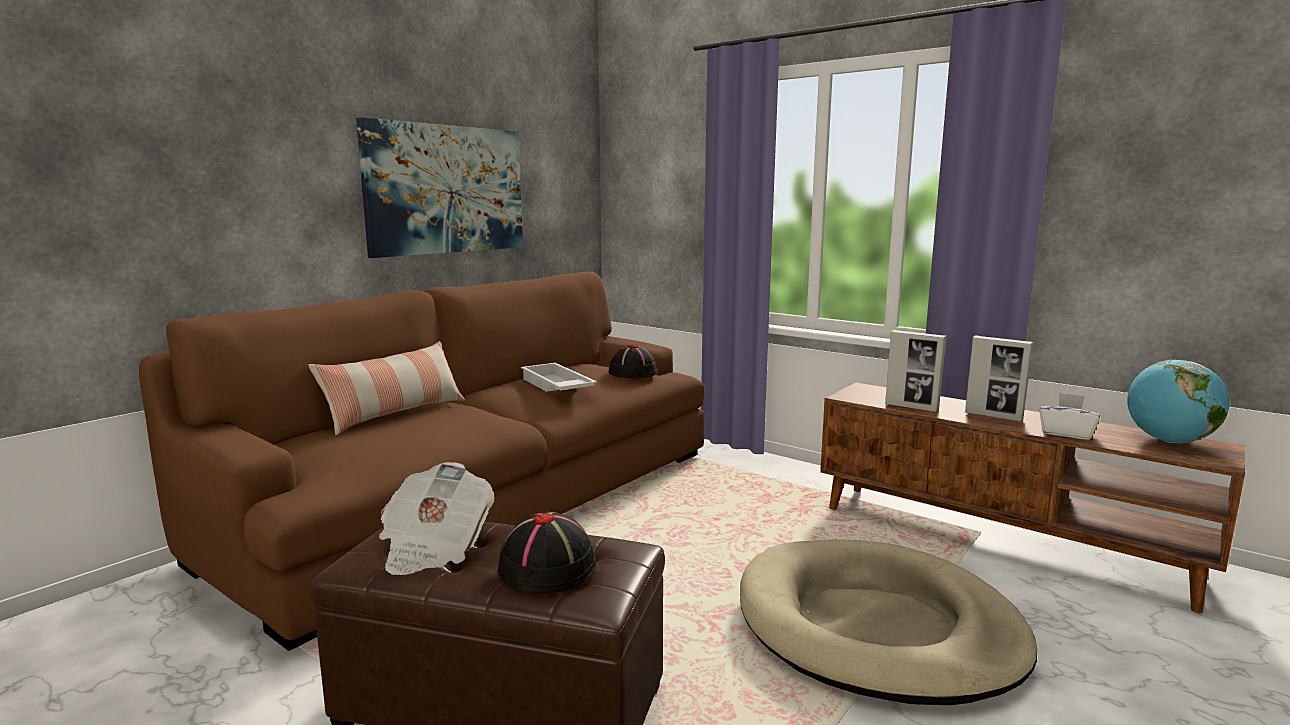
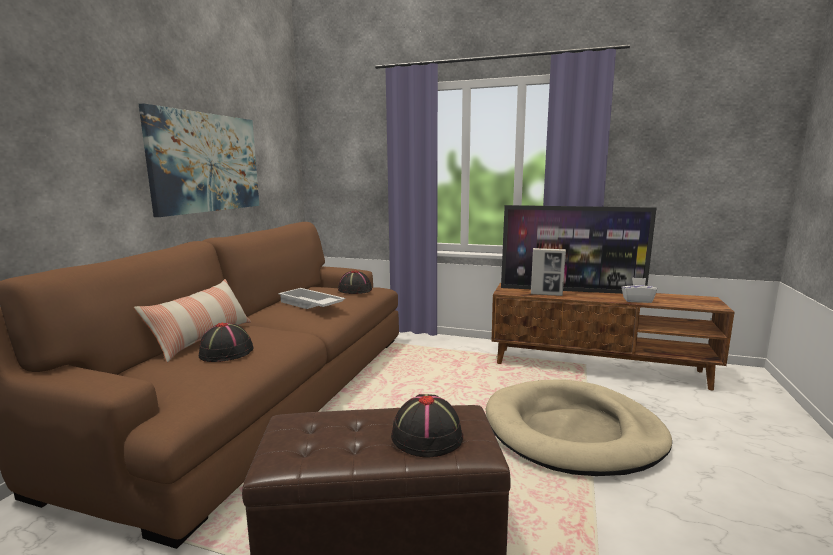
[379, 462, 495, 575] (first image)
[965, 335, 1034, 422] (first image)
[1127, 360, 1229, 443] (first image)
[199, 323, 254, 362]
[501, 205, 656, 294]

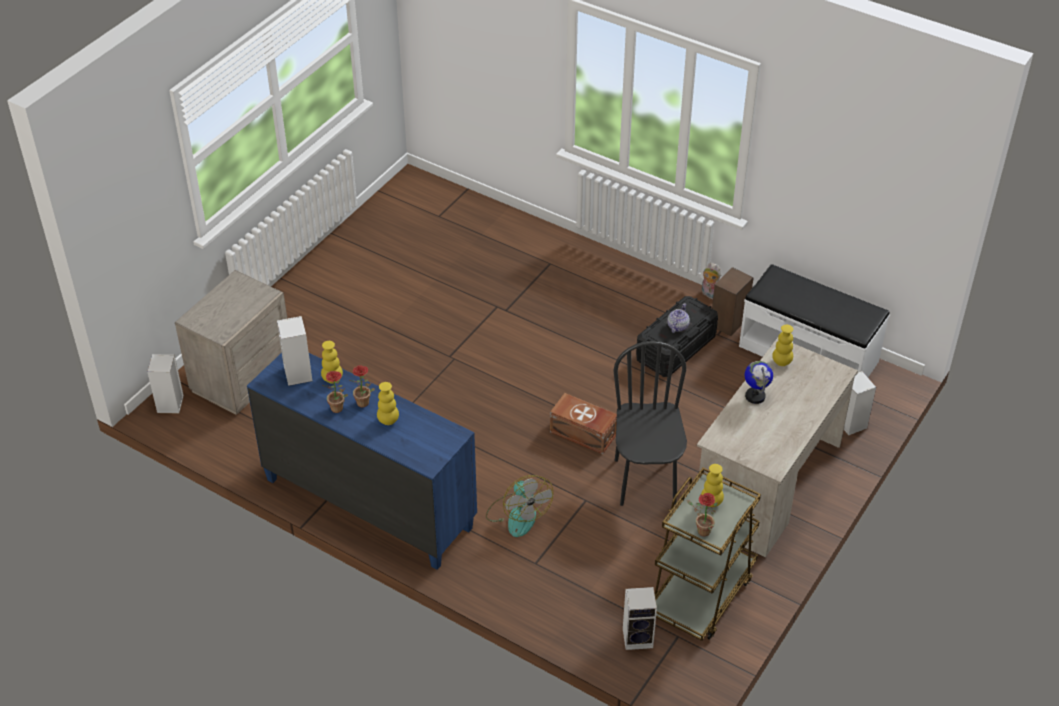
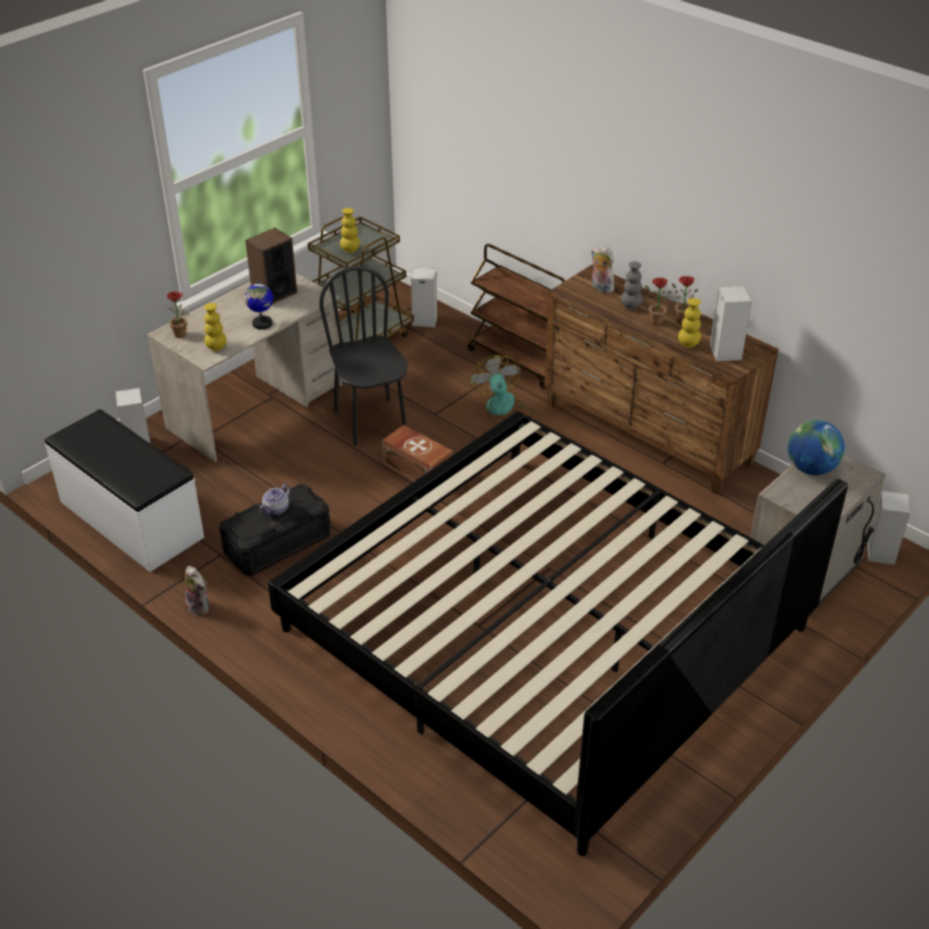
[268, 411, 848, 856]
[468, 244, 565, 389]
[591, 245, 614, 293]
[788, 420, 845, 475]
[166, 292, 190, 338]
[245, 228, 297, 304]
[544, 265, 779, 495]
[621, 261, 643, 310]
[319, 266, 408, 446]

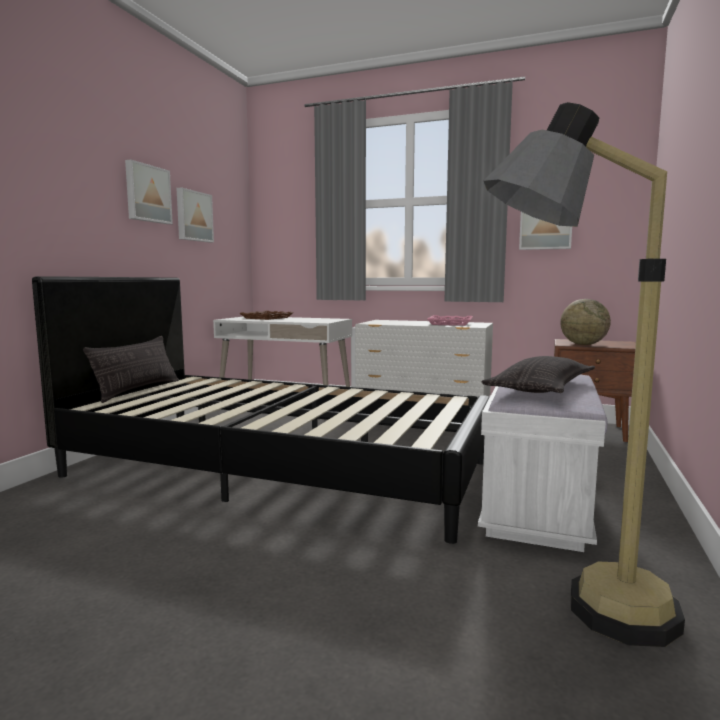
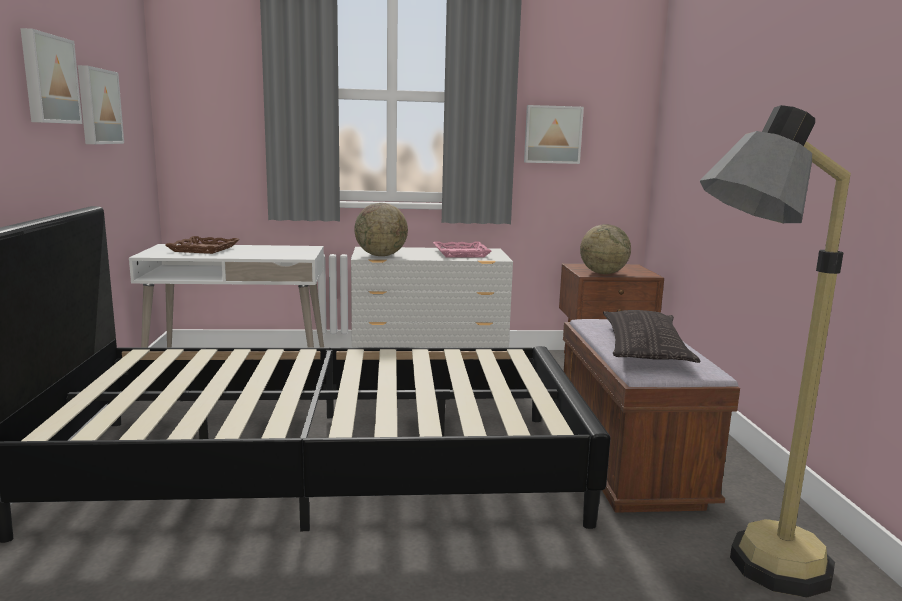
[83, 336, 179, 403] (first image)
[354, 203, 408, 256]
[563, 319, 740, 513]

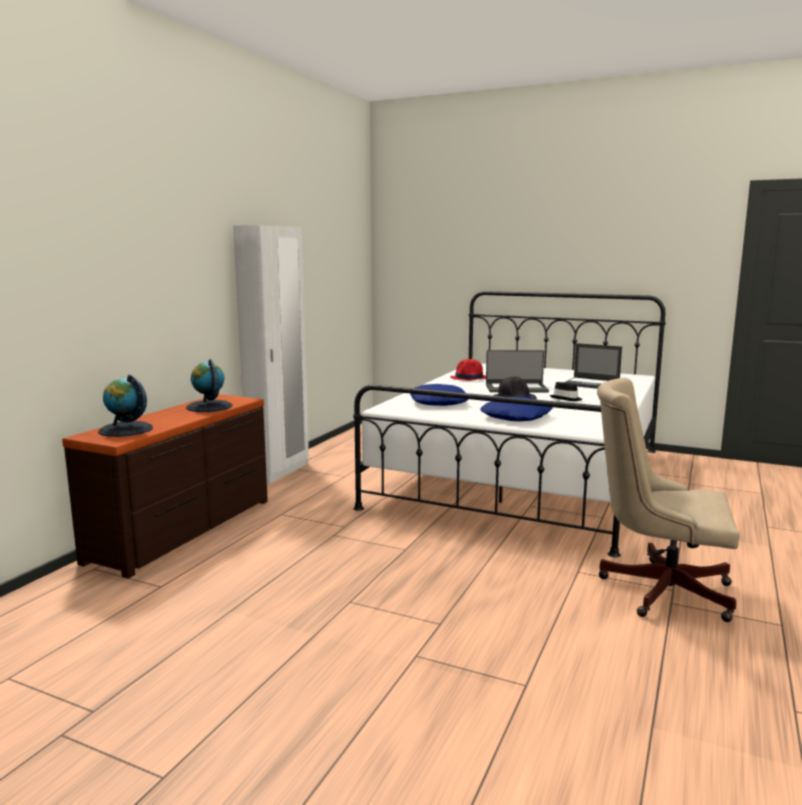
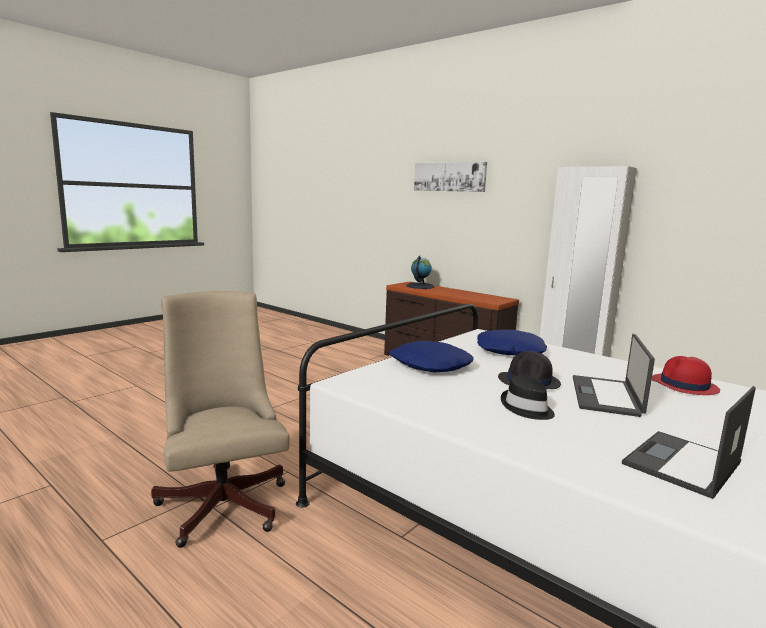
[186, 359, 232, 412] (first image)
[414, 162, 487, 192]
[151, 291, 290, 548]

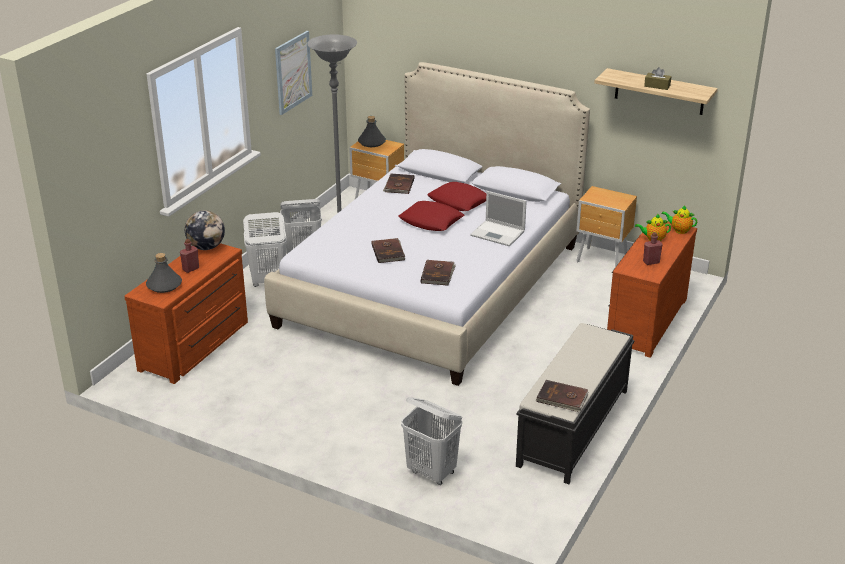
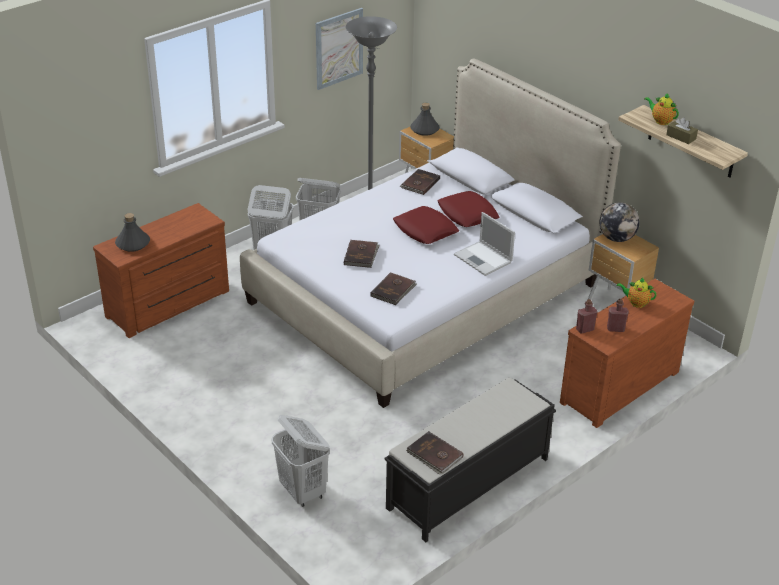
[576, 299, 597, 334]
[600, 202, 640, 242]
[645, 93, 679, 125]

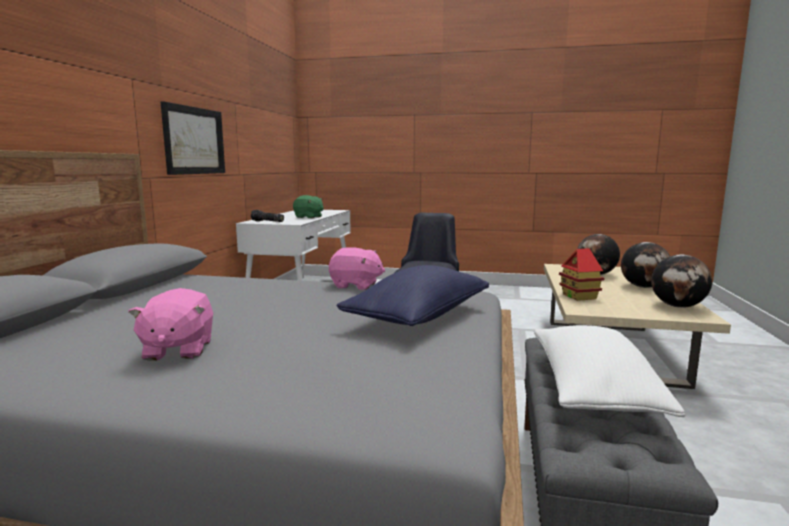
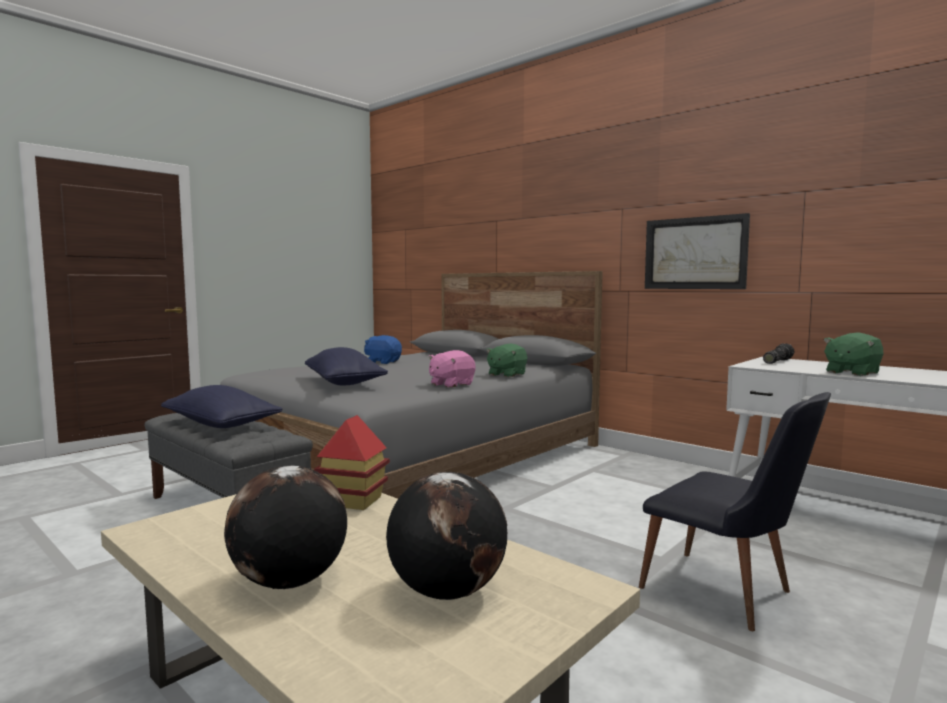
[651, 254, 712, 308] (first image)
[486, 344, 527, 377]
[364, 335, 402, 364]
[161, 385, 283, 428]

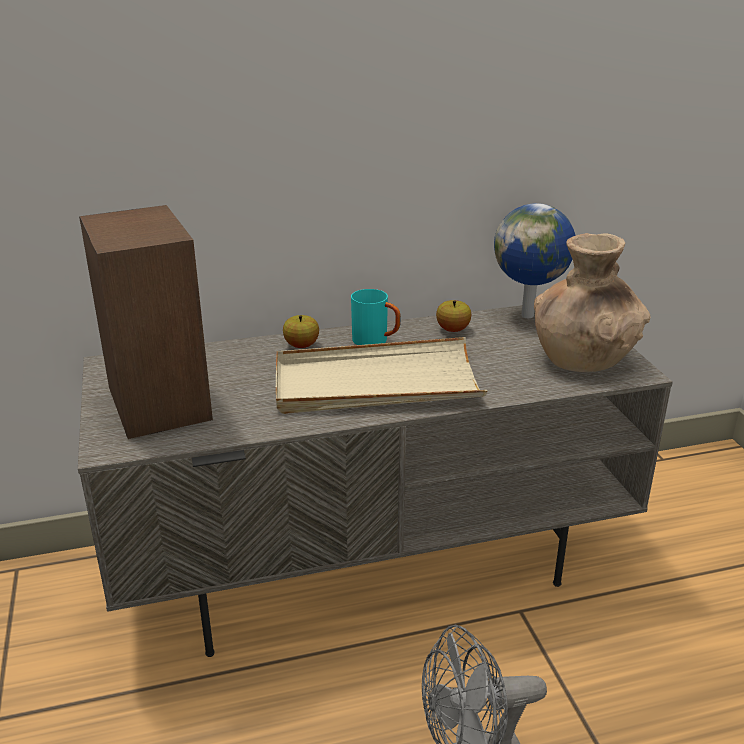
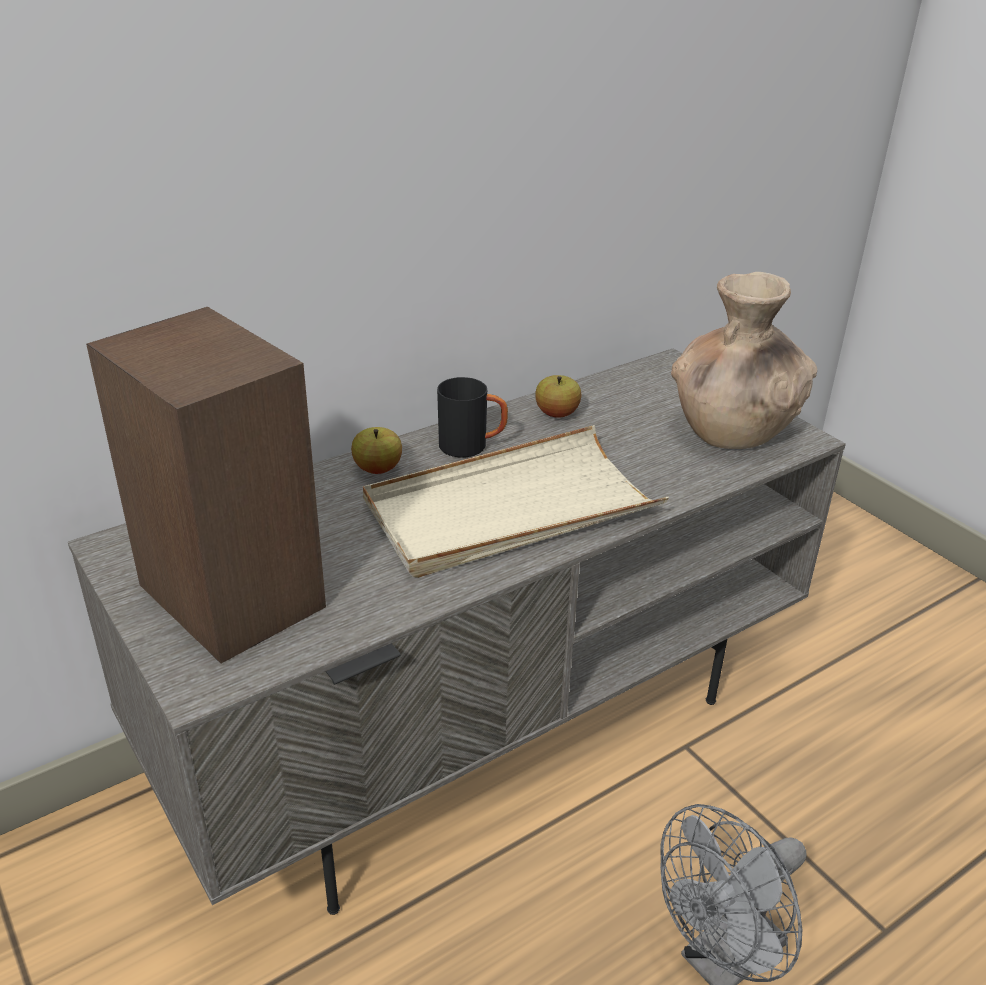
[494, 203, 576, 318] (first image)
[437, 377, 508, 458]

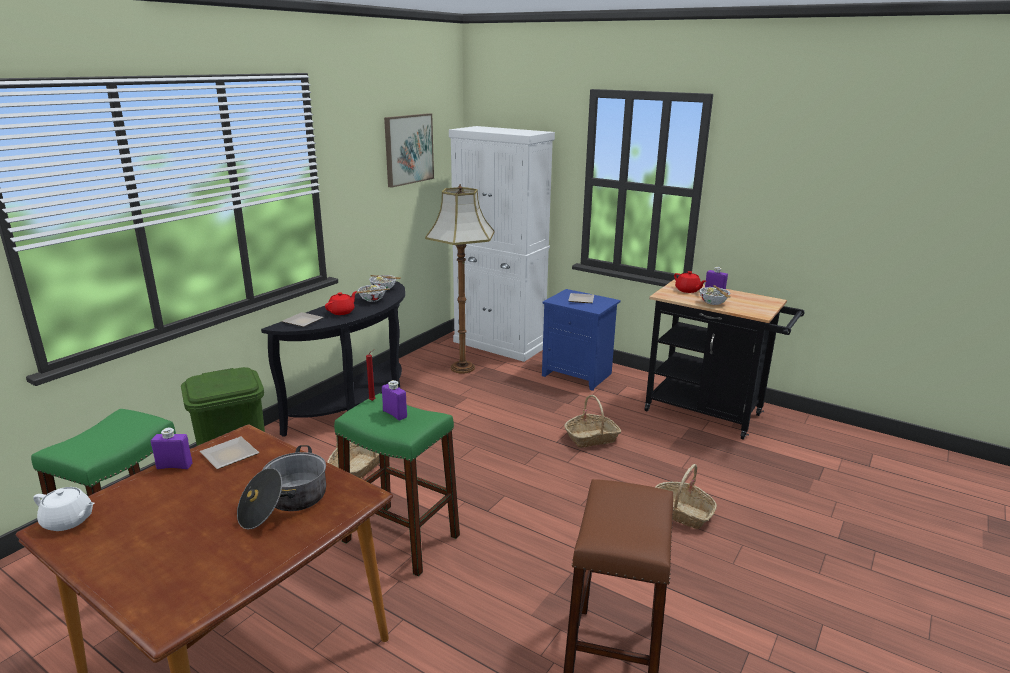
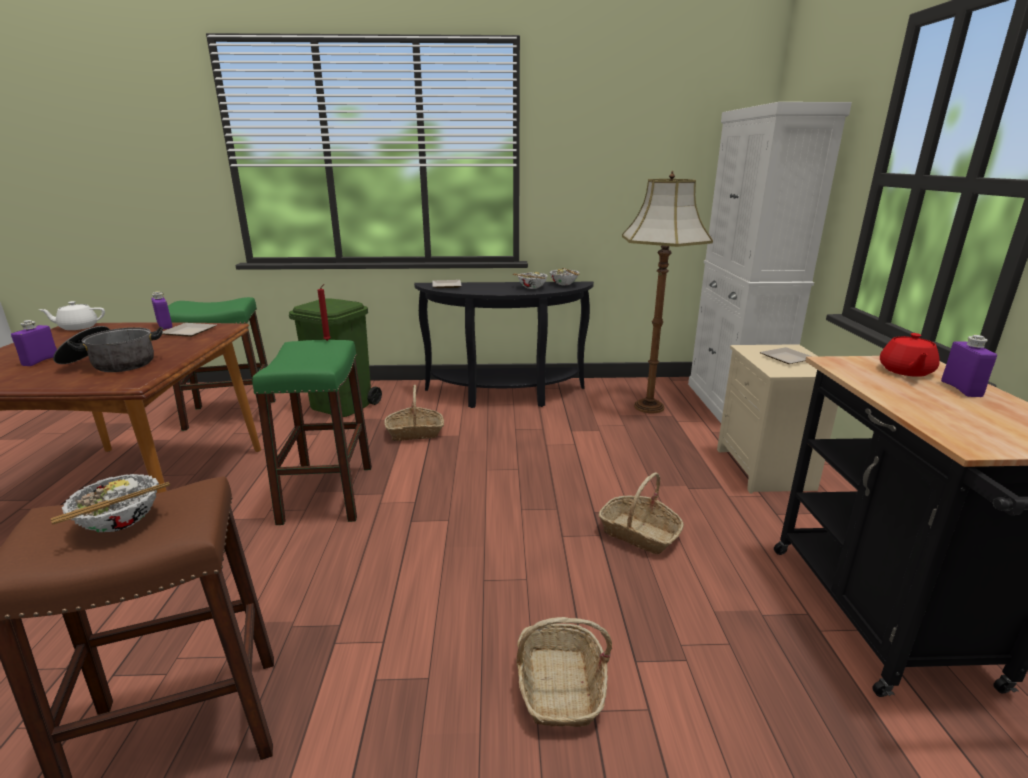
[325, 291, 357, 315] (first image)
[384, 113, 434, 188] (first image)
[11, 320, 57, 366]
[51, 474, 170, 533]
[717, 344, 838, 493]
[39, 301, 105, 330]

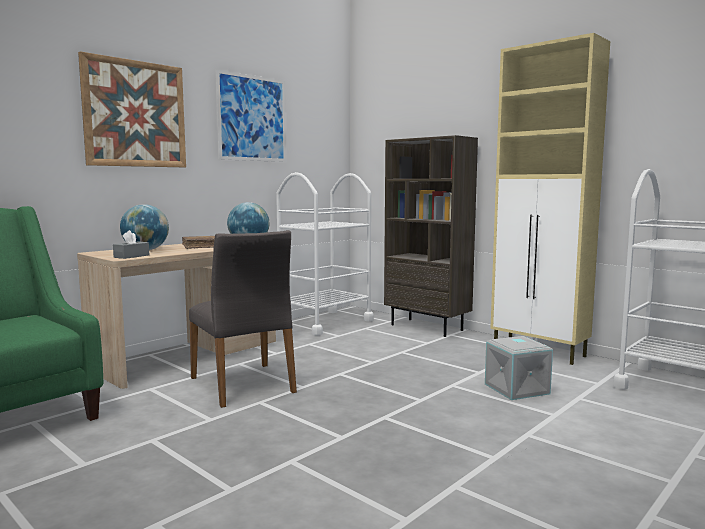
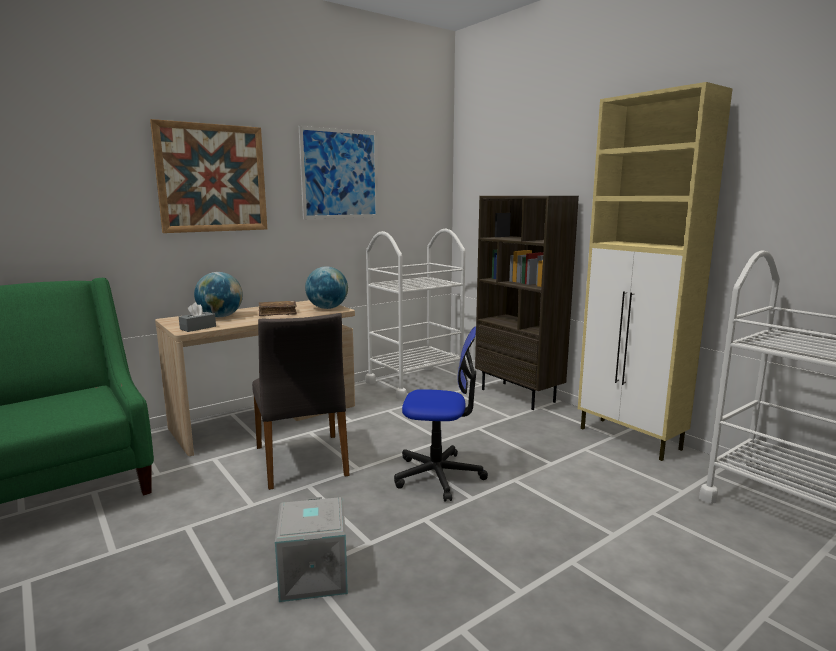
[394, 326, 488, 502]
[275, 497, 348, 602]

